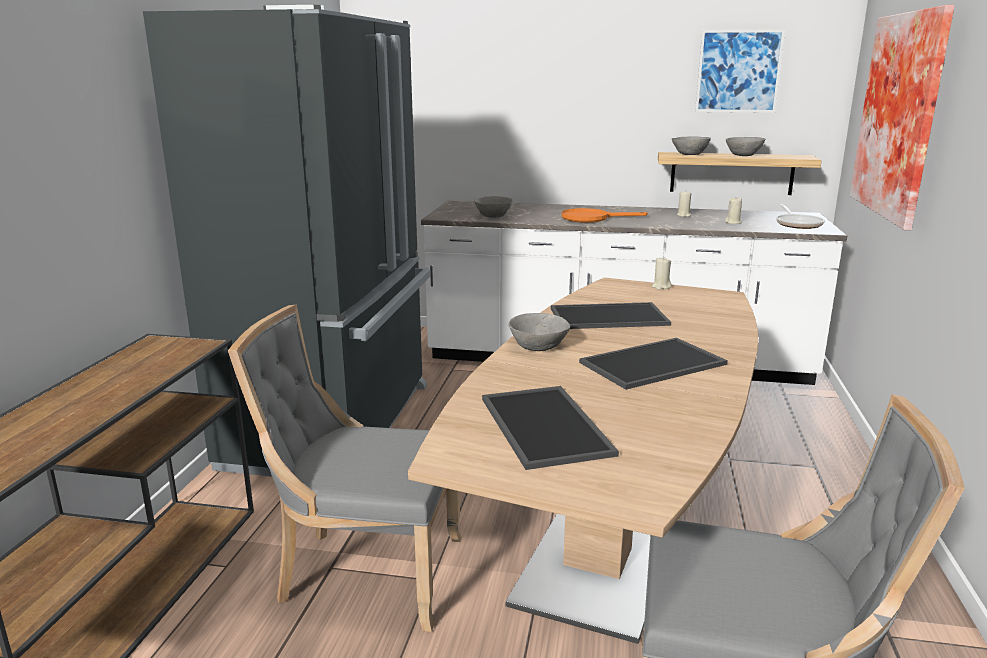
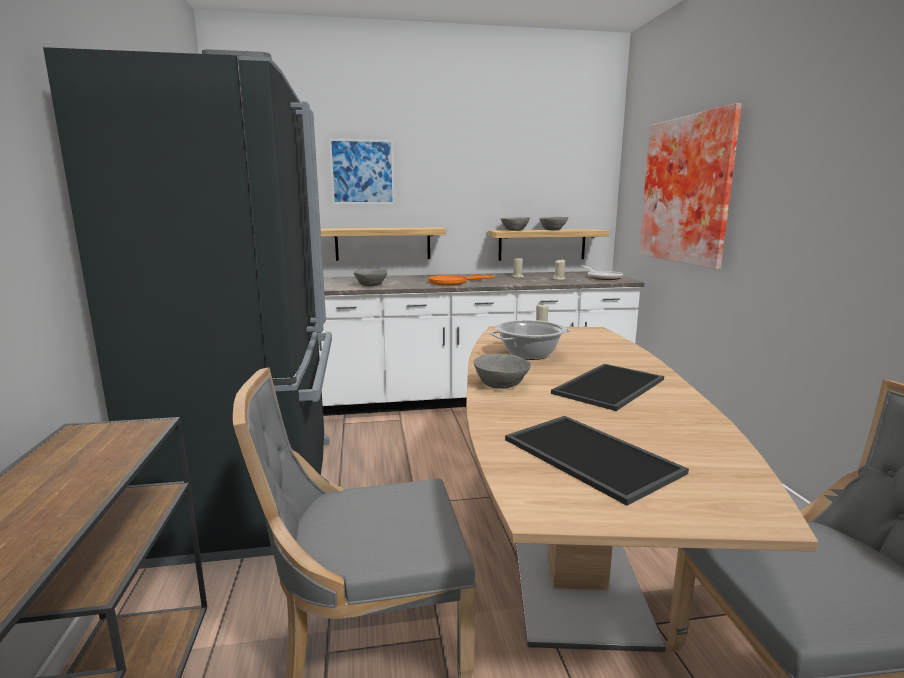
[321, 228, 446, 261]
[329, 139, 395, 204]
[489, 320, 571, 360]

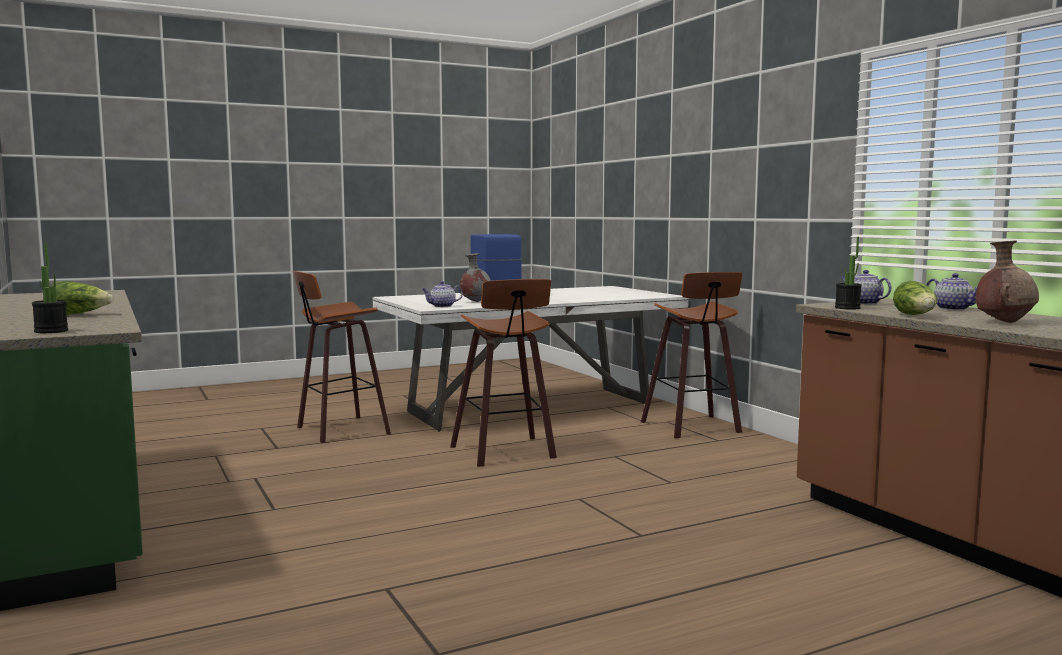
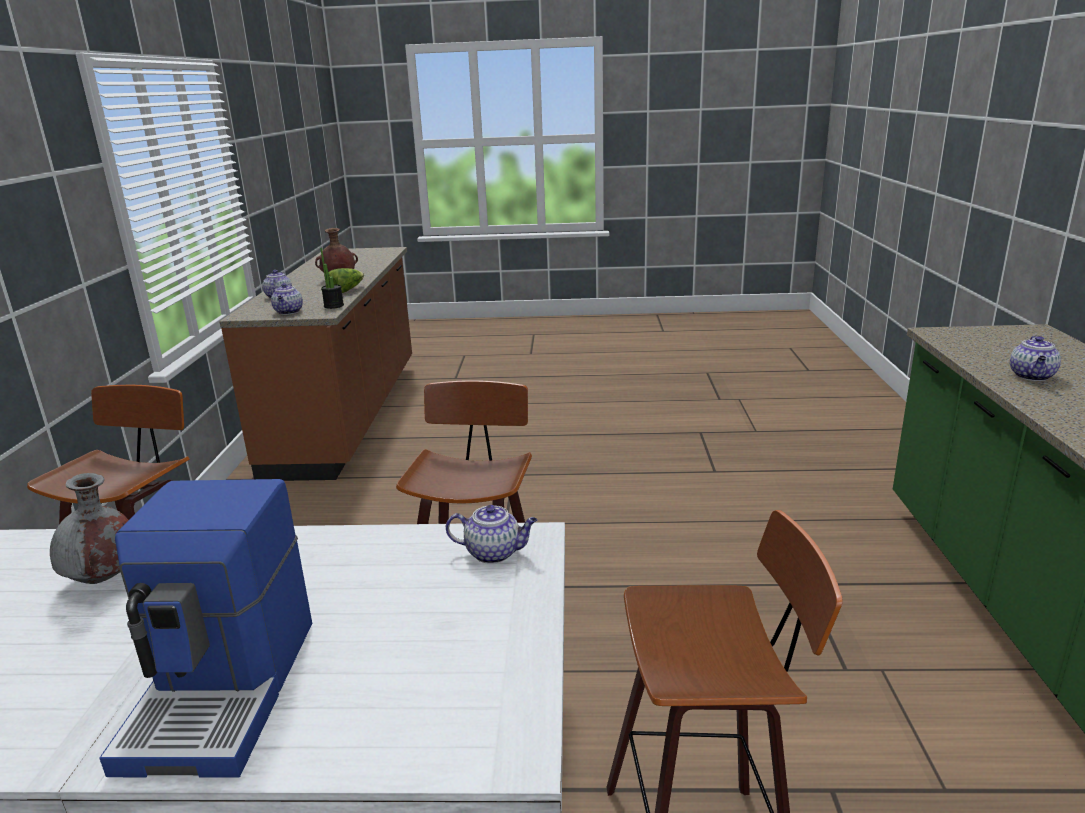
[32, 242, 68, 333] (first image)
[50, 473, 128, 584]
[1010, 336, 1061, 381]

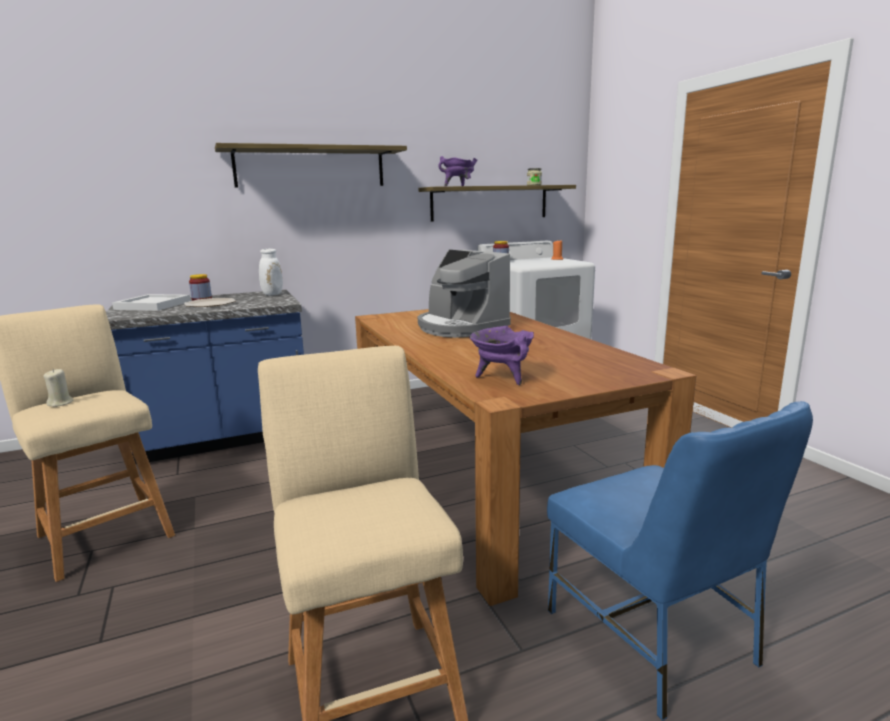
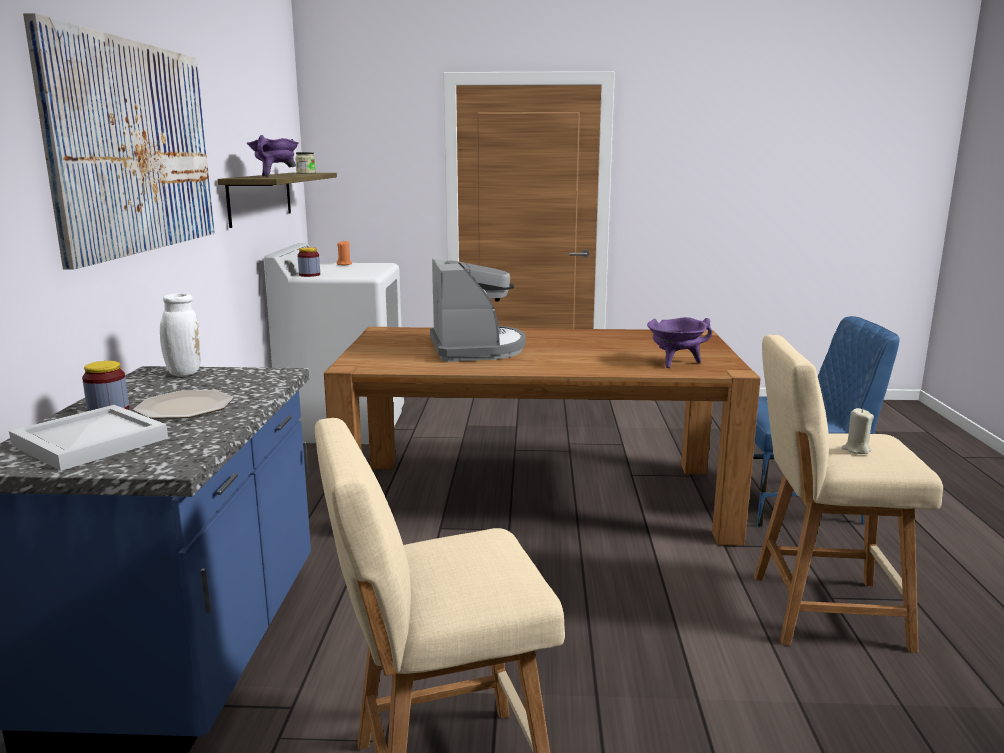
[841, 408, 874, 454]
[23, 13, 215, 270]
[430, 259, 526, 362]

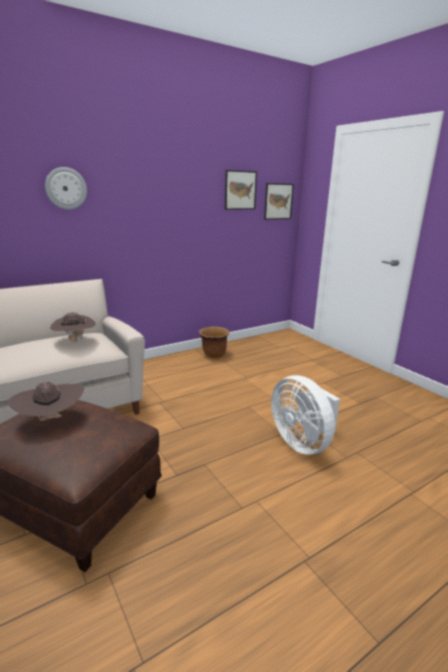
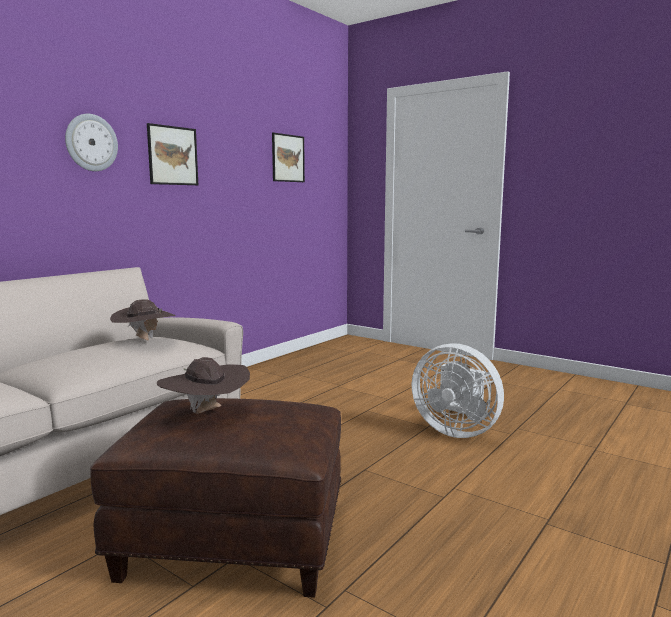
[199, 327, 230, 358] (first image)
[147, 123, 198, 185]

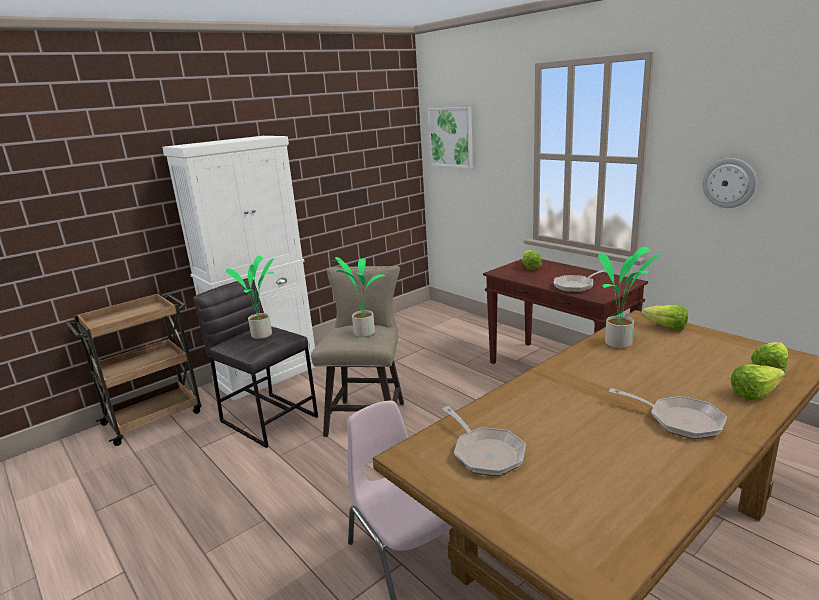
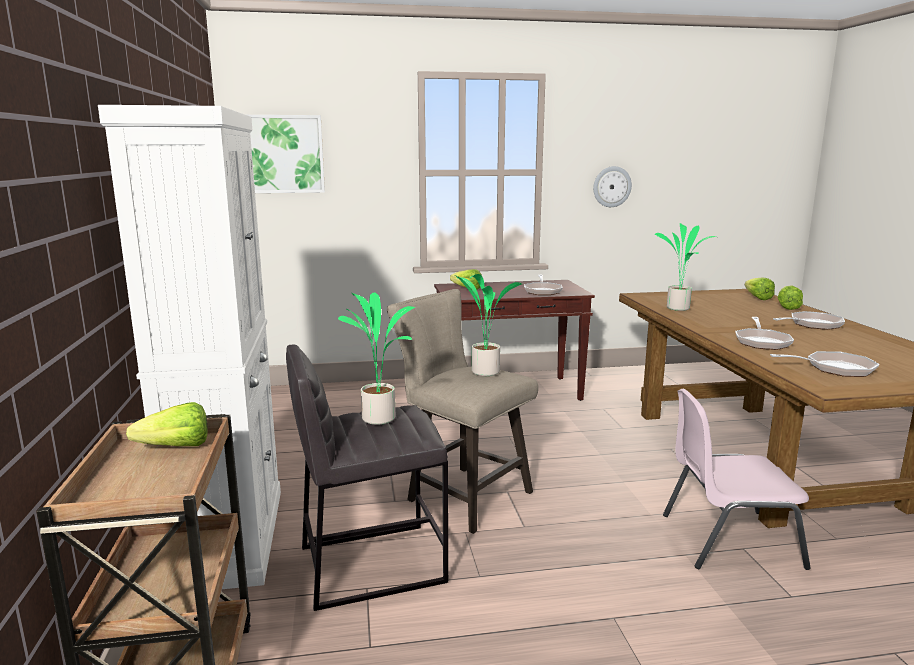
[735, 317, 794, 350]
[126, 402, 207, 446]

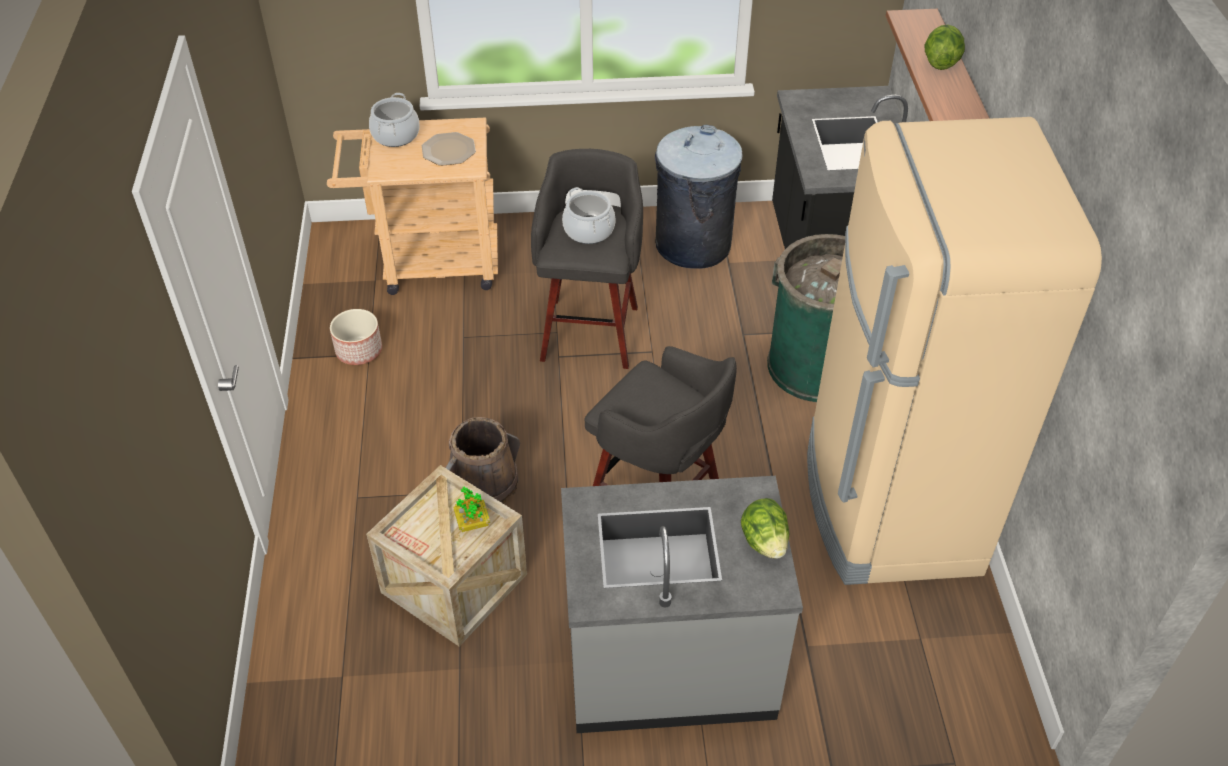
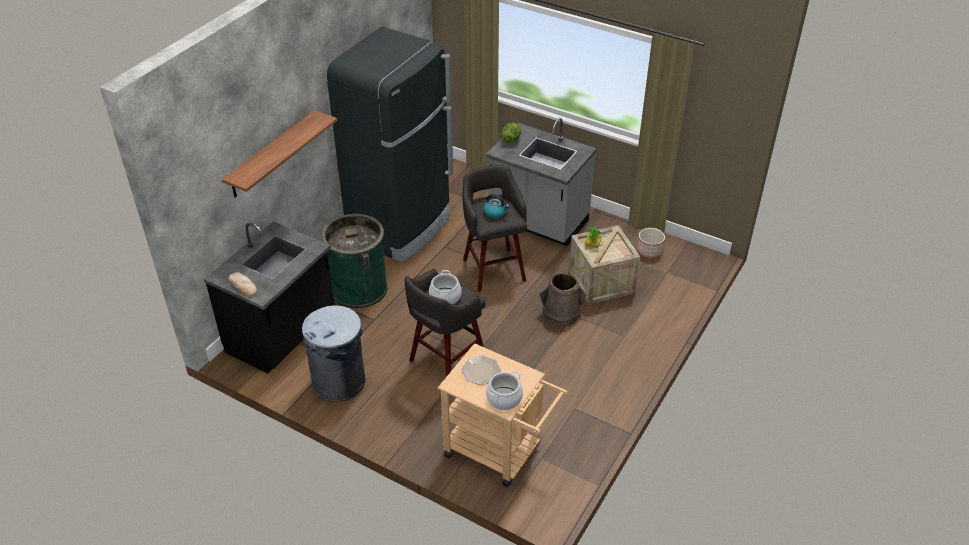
[924, 24, 965, 70] (first image)
[228, 272, 257, 296]
[484, 194, 509, 218]
[637, 228, 665, 258]
[327, 27, 453, 262]

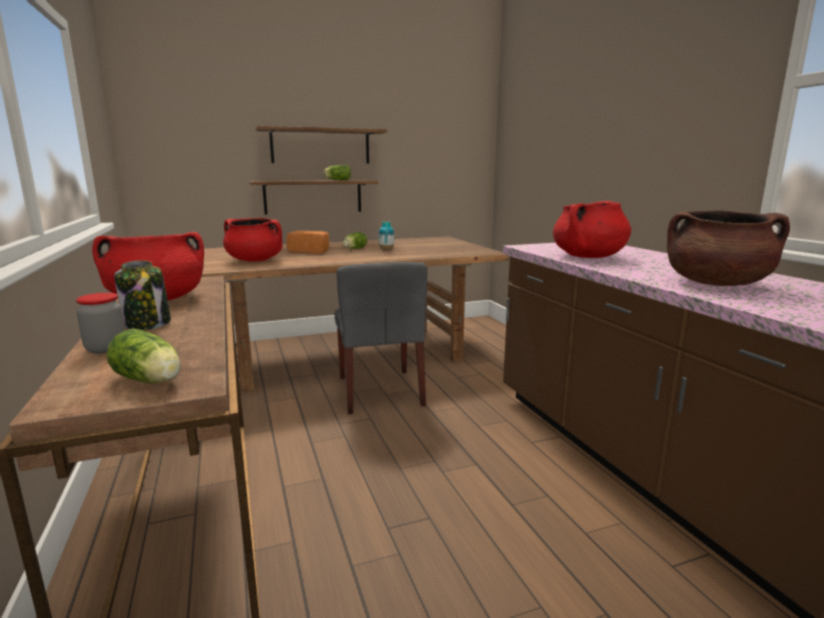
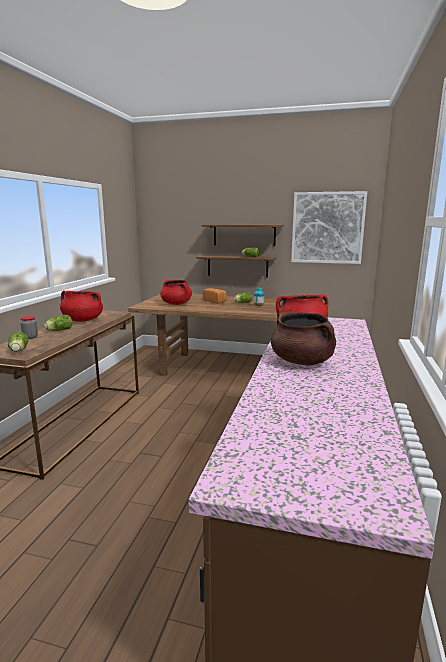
[335, 262, 427, 414] (first image)
[291, 191, 367, 264]
[44, 315, 72, 331]

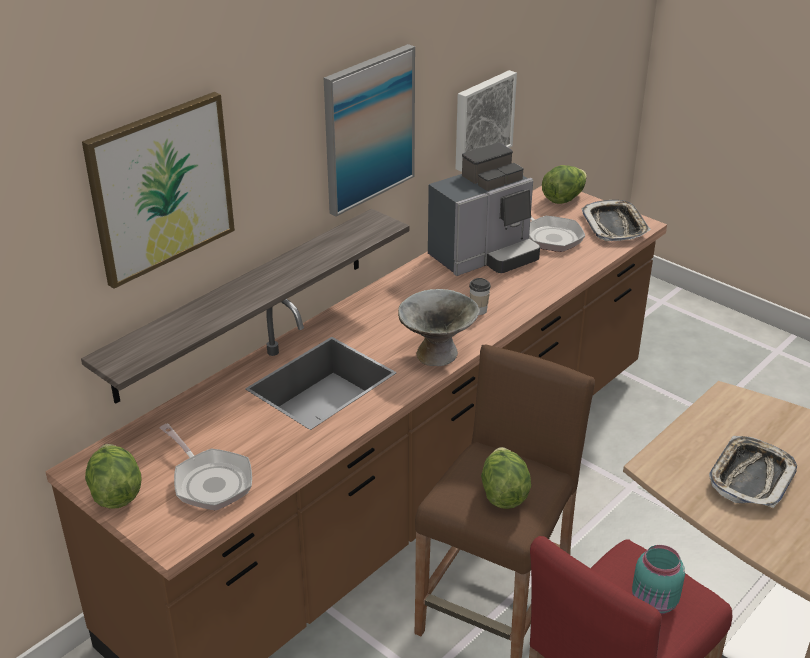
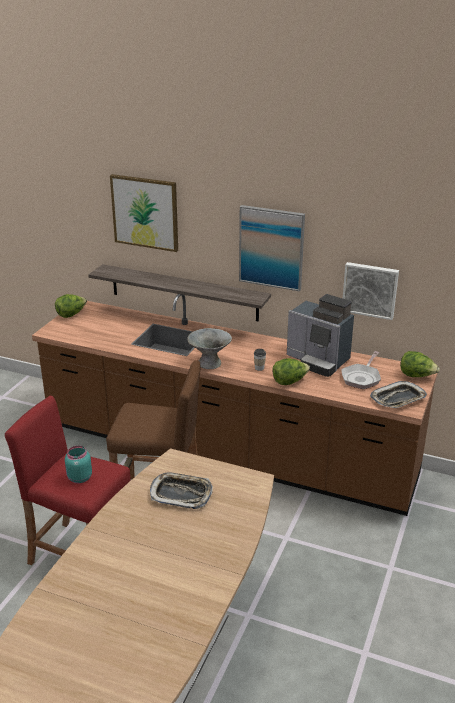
[160, 424, 252, 510] (first image)
[272, 358, 310, 385]

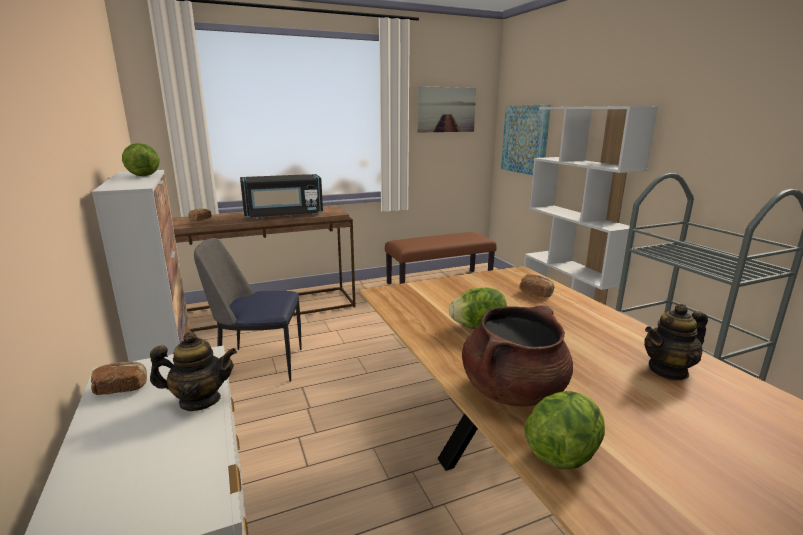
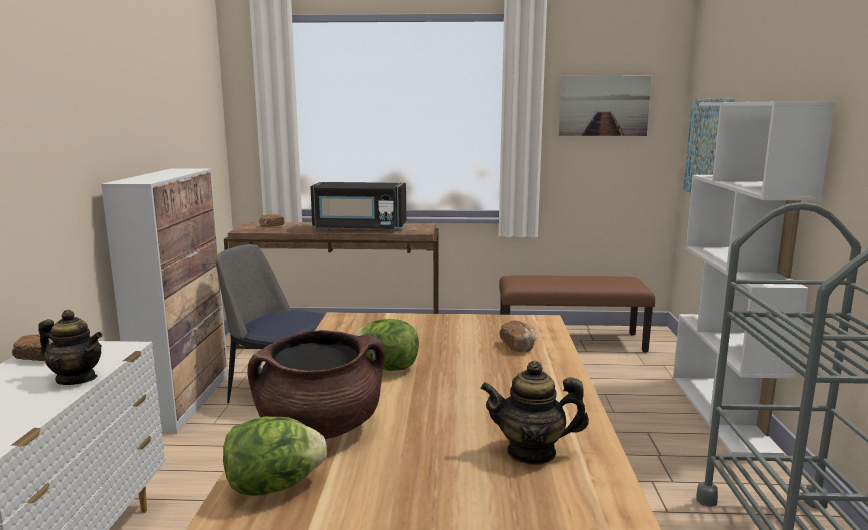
[122, 143, 160, 176] (first image)

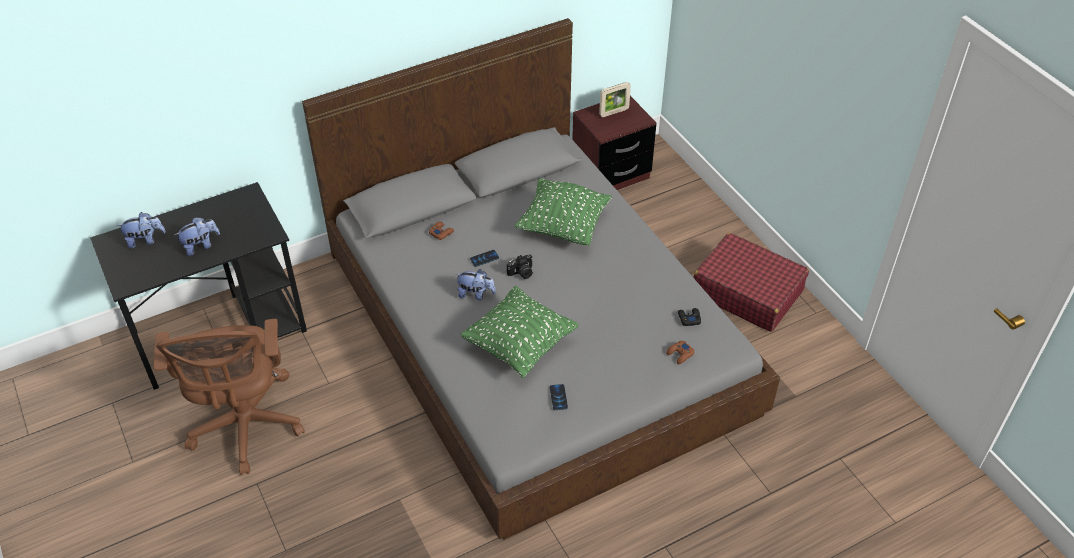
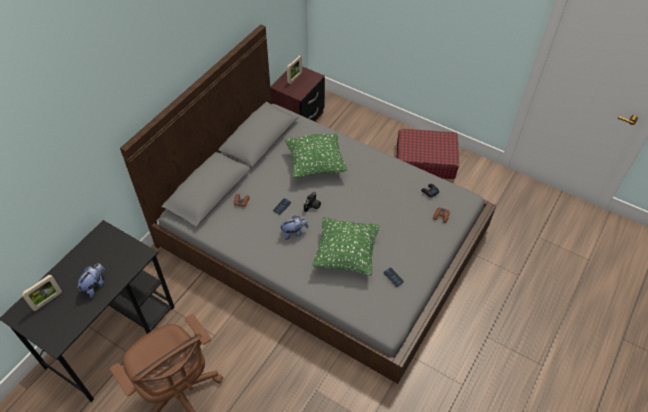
[21, 275, 62, 311]

